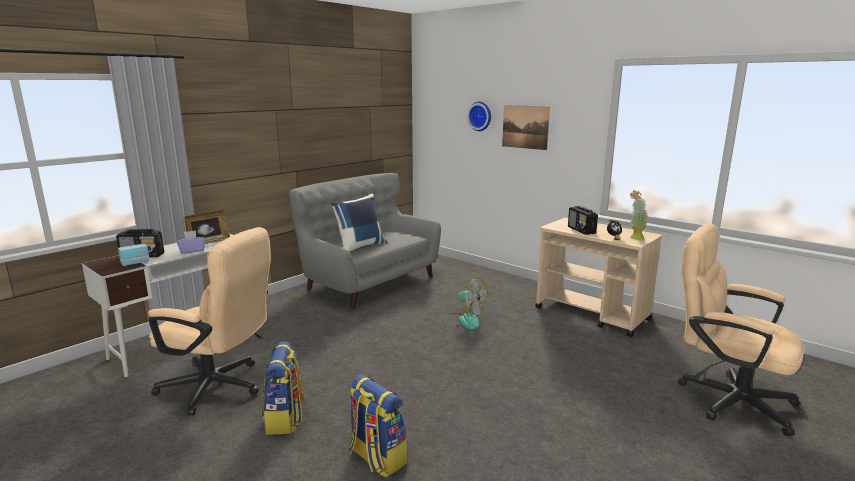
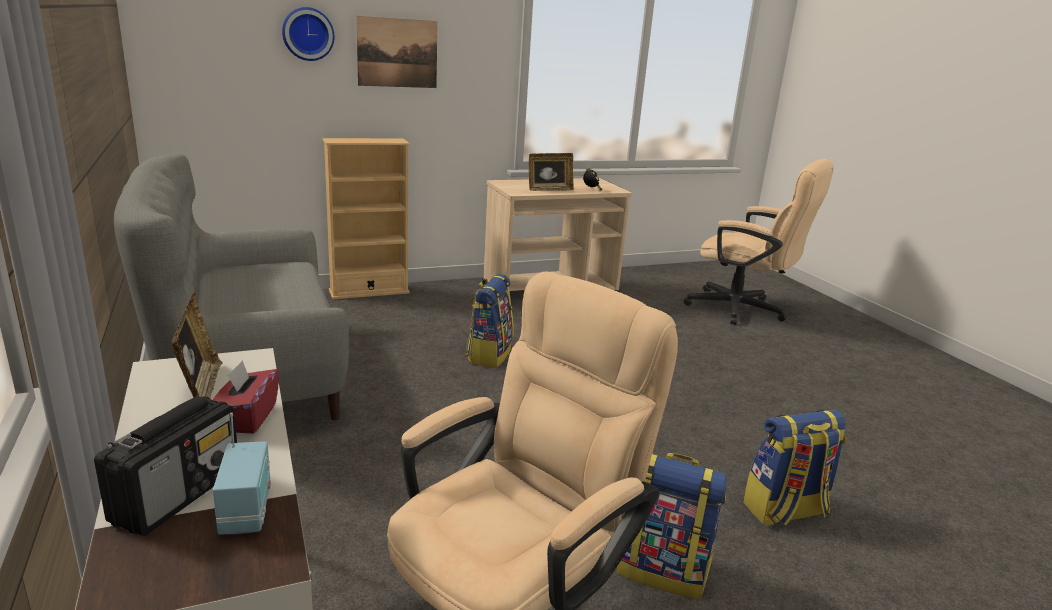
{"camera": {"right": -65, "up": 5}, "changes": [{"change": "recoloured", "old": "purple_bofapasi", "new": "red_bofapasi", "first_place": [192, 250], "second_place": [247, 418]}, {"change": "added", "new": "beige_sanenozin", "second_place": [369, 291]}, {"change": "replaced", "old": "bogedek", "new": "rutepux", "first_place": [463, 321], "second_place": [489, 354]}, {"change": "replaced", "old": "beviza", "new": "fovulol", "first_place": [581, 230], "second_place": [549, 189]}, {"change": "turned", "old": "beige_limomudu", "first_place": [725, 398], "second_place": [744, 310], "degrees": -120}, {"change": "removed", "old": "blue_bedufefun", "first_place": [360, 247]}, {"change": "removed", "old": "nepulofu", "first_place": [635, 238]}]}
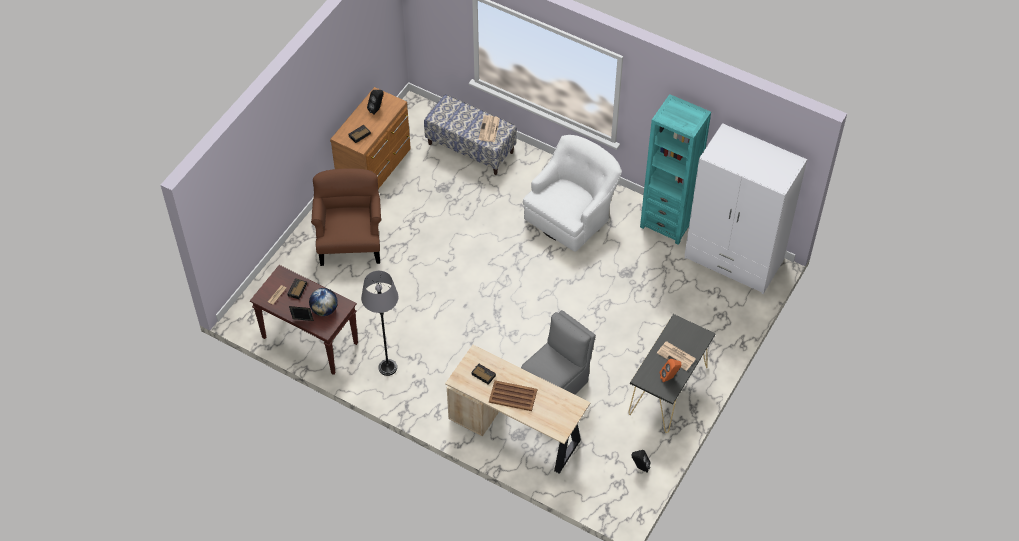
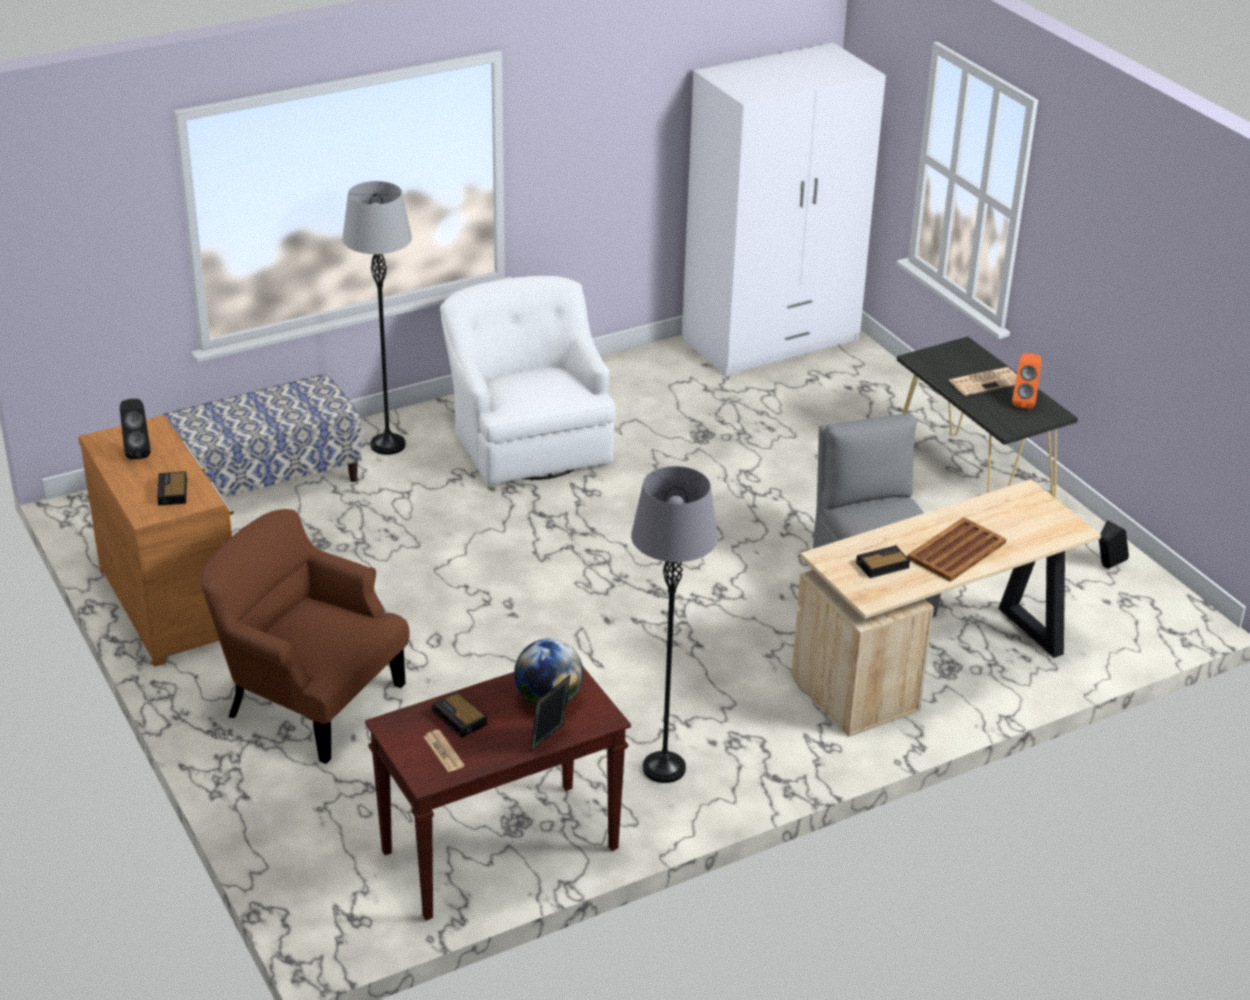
{"camera": {"right": -60, "up": -20}, "changes": [{"change": "added", "new": "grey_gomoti", "second_place": [388, 445]}, {"change": "removed", "old": "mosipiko", "first_place": [489, 129]}, {"change": "removed", "old": "turquoise_sanenozin", "first_place": [667, 223]}]}
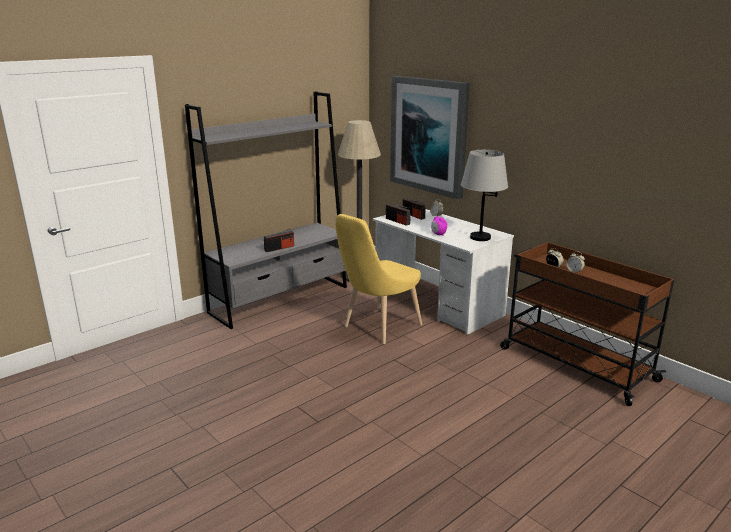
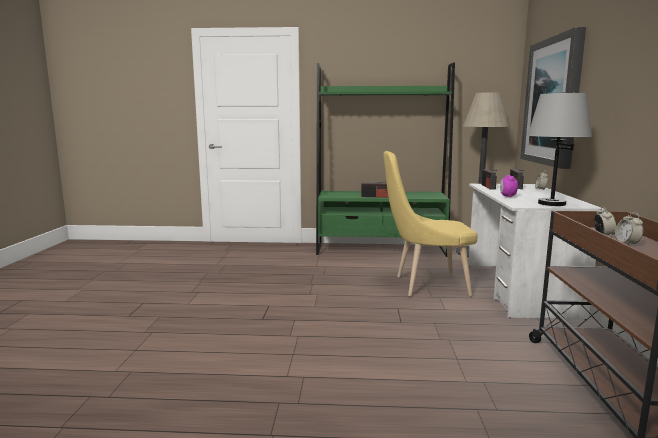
{"camera": {"right": 45, "up": -10}, "changes": [{"change": "recoloured", "old": "grey_sanenozin", "new": "green_sanenozin", "first_place": [280, 299], "second_place": [381, 250]}]}
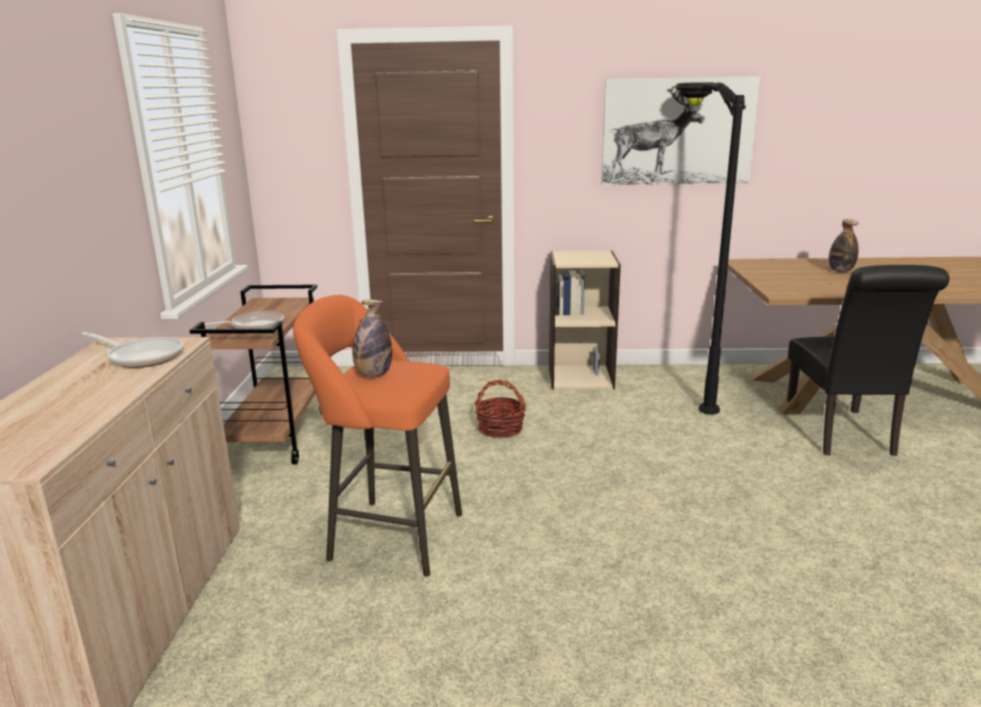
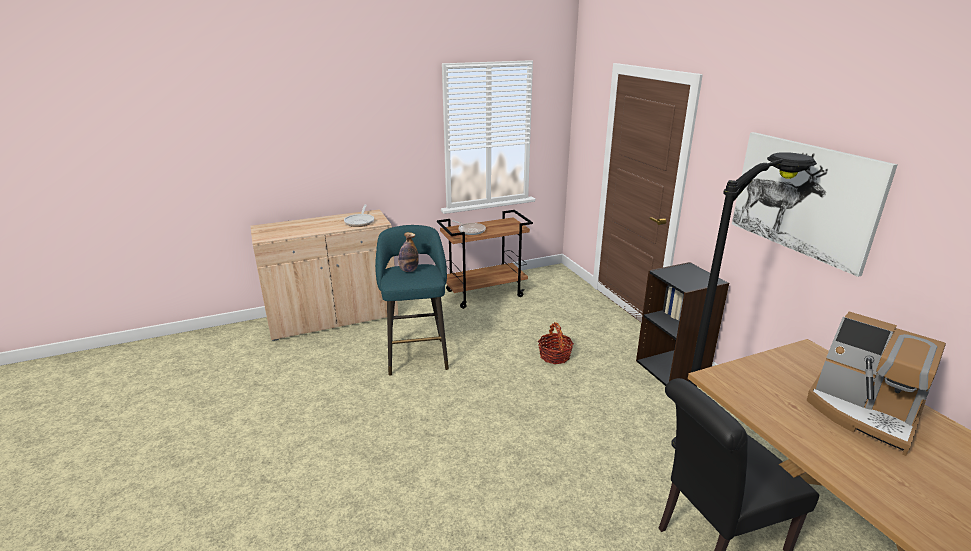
{"camera": {"right": 65, "up": 5}, "changes": [{"change": "recoloured", "old": "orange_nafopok", "new": "turquoise_nafopok", "first_place": [389, 535], "second_place": [416, 354]}, {"change": "recoloured", "old": "beige_sanenozin", "new": "black_sanenozin", "first_place": [580, 377], "second_place": [672, 368]}, {"change": "replaced", "old": "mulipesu", "new": "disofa", "first_place": [840, 271], "second_place": [862, 412]}]}
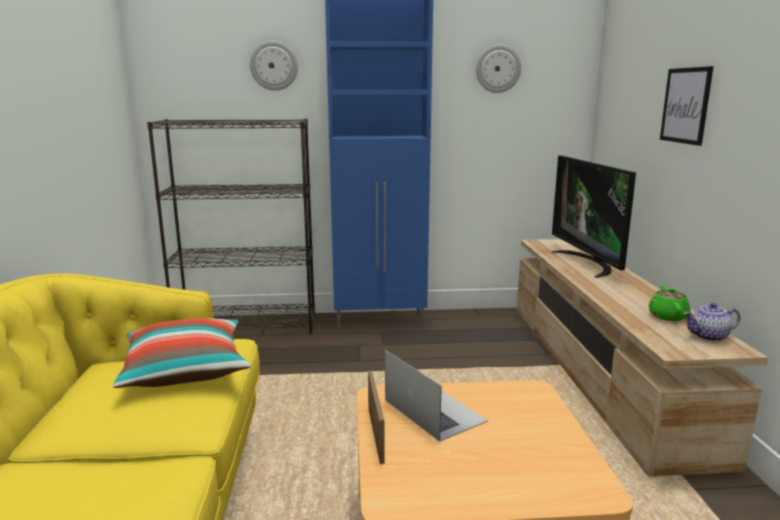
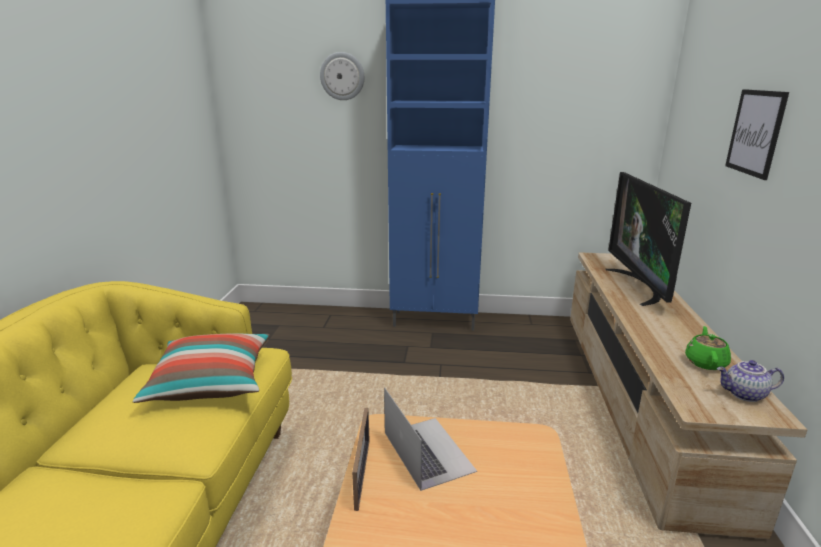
{"camera": {"right": 10, "up": 5}, "changes": [{"change": "removed", "old": "black_sanenozin", "first_place": [248, 325]}, {"change": "removed", "old": "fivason", "first_place": [498, 69]}]}
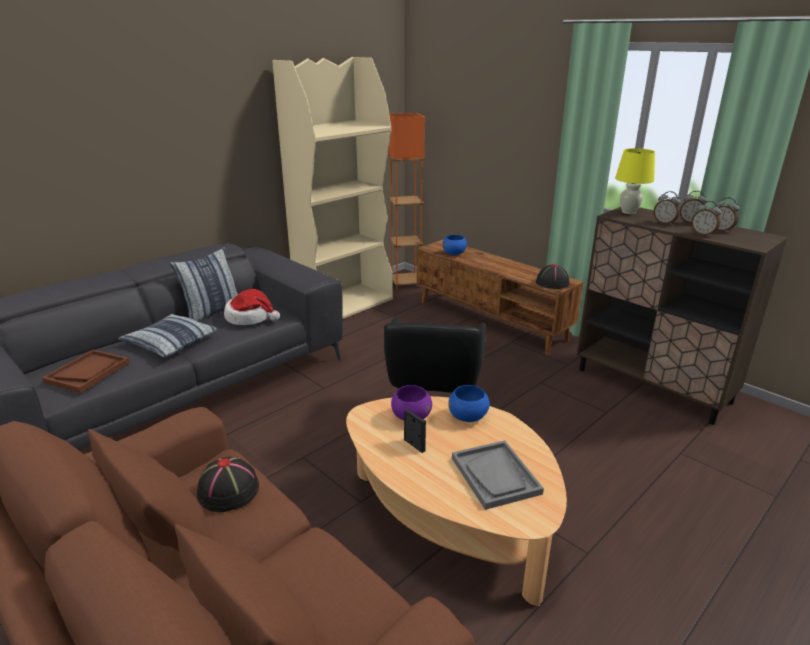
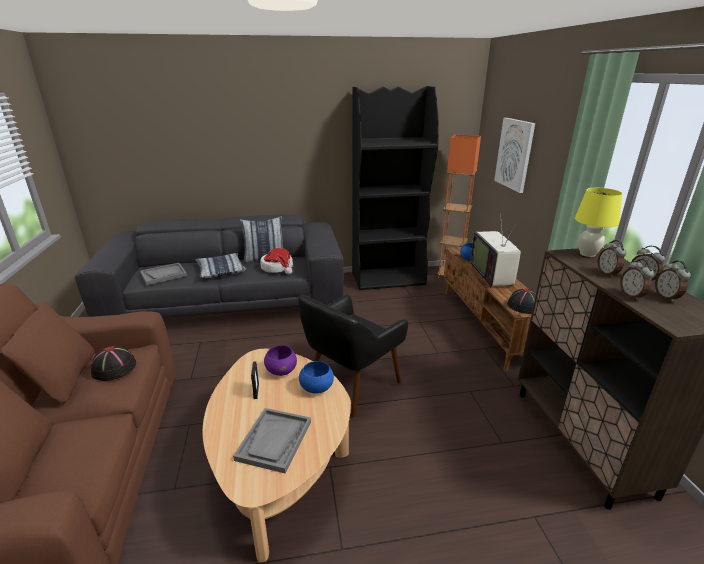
{"camera": {"right": 35, "up": 0}, "changes": [{"change": "recoloured", "old": "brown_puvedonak", "new": "grey_puvedonak", "first_place": [87, 372], "second_place": [164, 275]}, {"change": "recoloured", "old": "beige_sanenozin", "new": "black_sanenozin", "first_place": [345, 304], "second_place": [388, 278]}, {"change": "added", "new": "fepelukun", "second_place": [493, 275]}, {"change": "added", "new": "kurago", "second_place": [514, 154]}]}
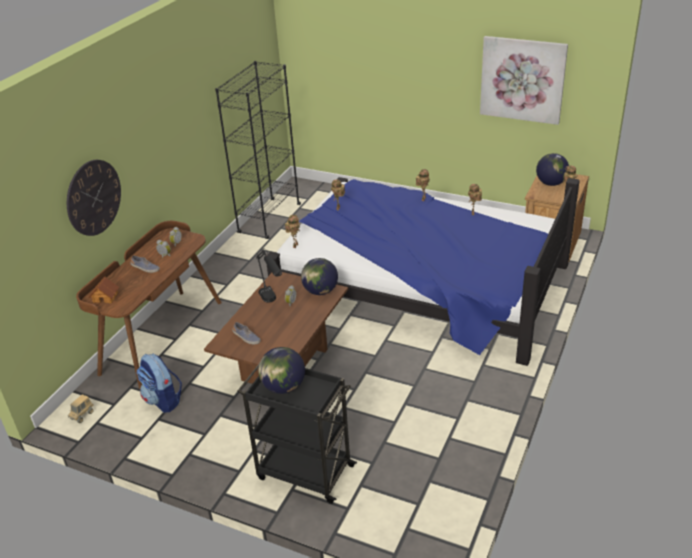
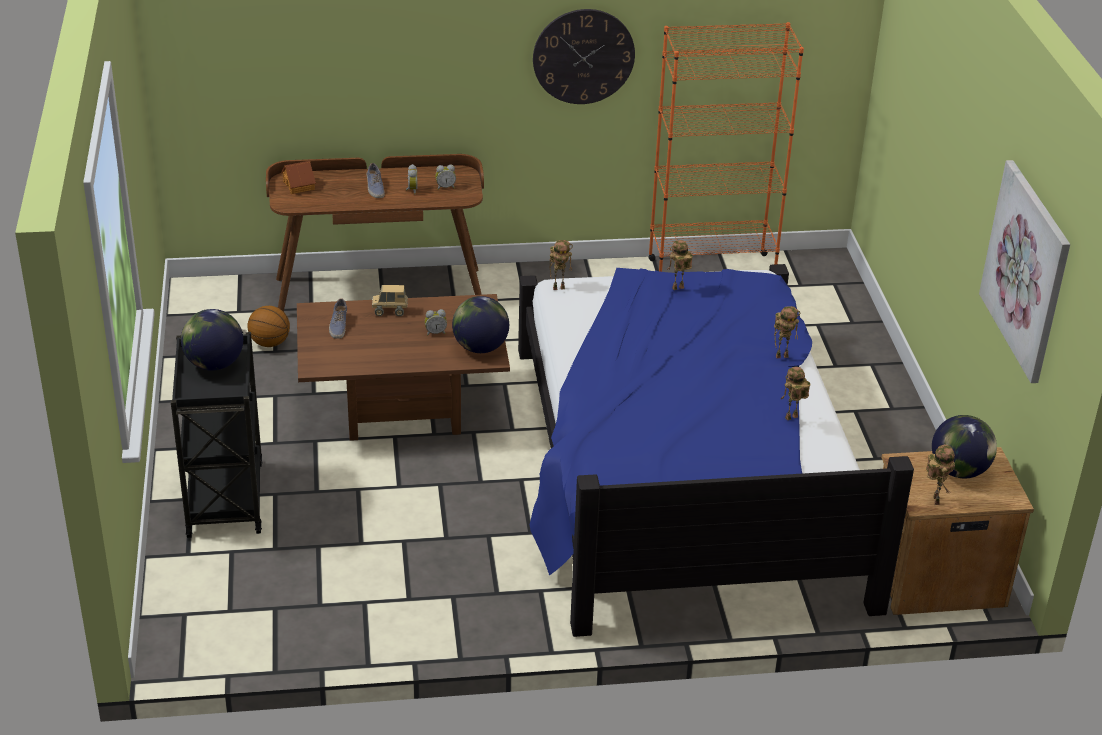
{"camera": {"right": 55, "up": 0}, "changes": [{"change": "replaced", "old": "rutepux", "new": "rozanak", "first_place": [163, 400], "second_place": [270, 343]}, {"change": "moved", "old": "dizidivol", "first_place": [82, 415], "second_place": [390, 311]}, {"change": "moved", "old": "fivason", "first_place": [93, 197], "second_place": [583, 56]}, {"change": "recoloured", "old": "black_sanenozin", "new": "orange_sanenozin", "first_place": [269, 218], "second_place": [711, 271]}, {"change": "removed", "old": "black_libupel", "first_place": [272, 303]}]}
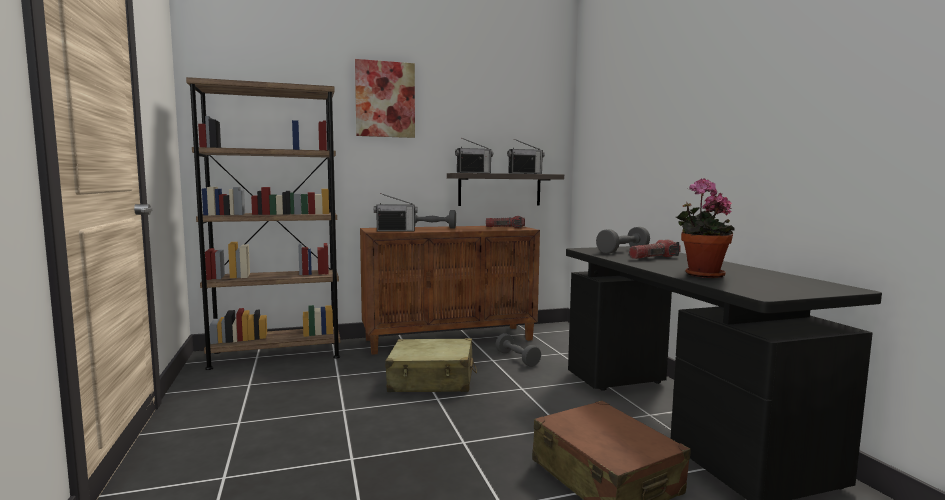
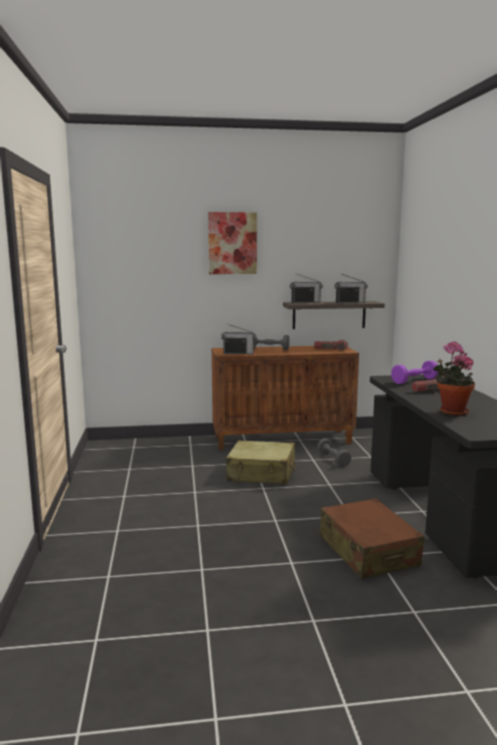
{"camera": {"right": 10, "up": 5}, "changes": [{"change": "recoloured", "old": "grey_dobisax", "new": "purple_dobisax", "first_place": [623, 251], "second_place": [414, 381]}, {"change": "removed", "old": "brown_sanenozin", "first_place": [276, 355]}]}
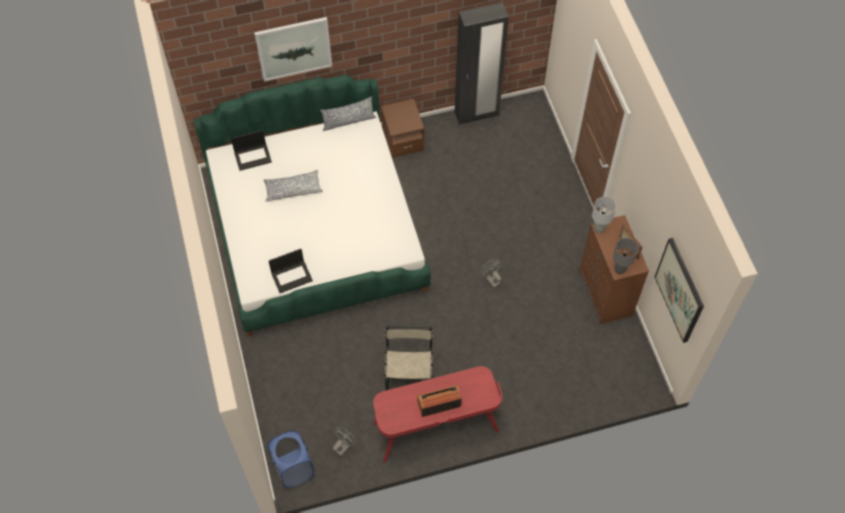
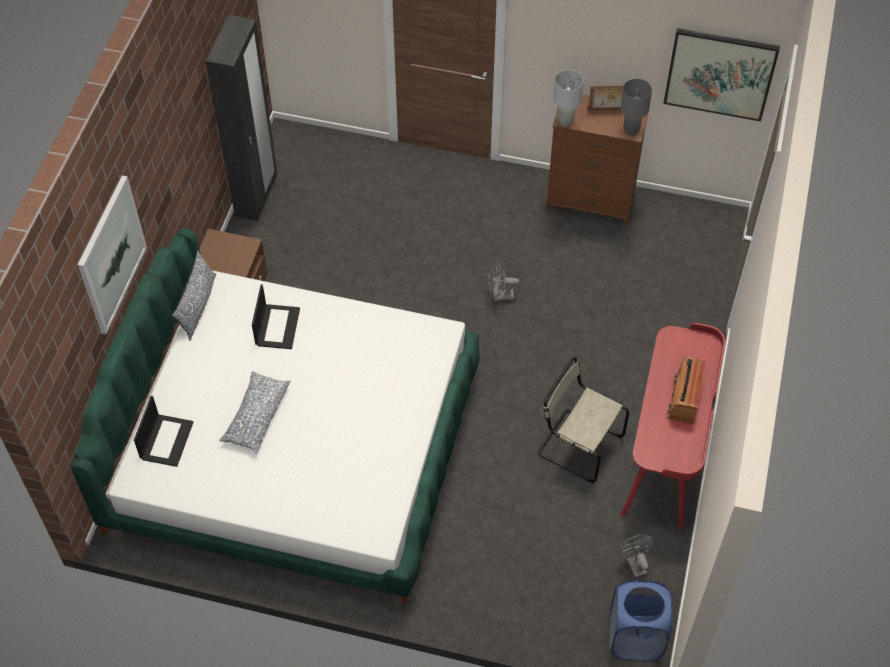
{"camera": {"right": -60, "up": -5}, "changes": [{"change": "moved", "old": "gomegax", "first_place": [292, 276], "second_place": [277, 326]}]}
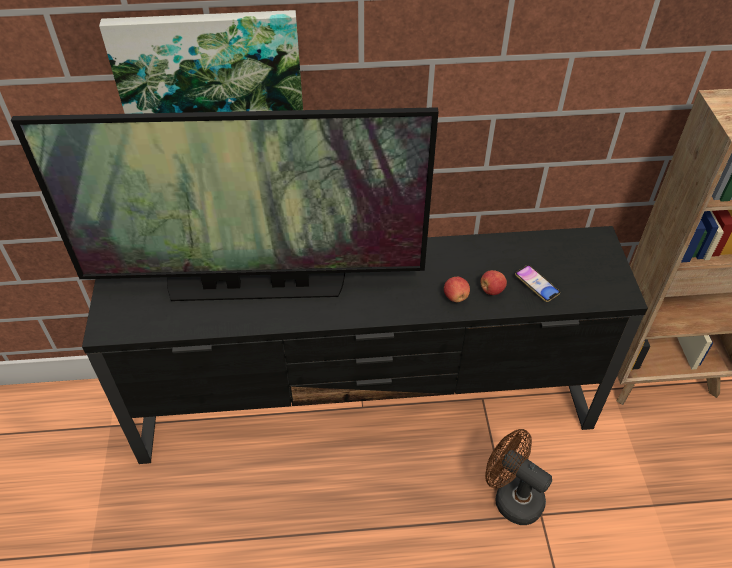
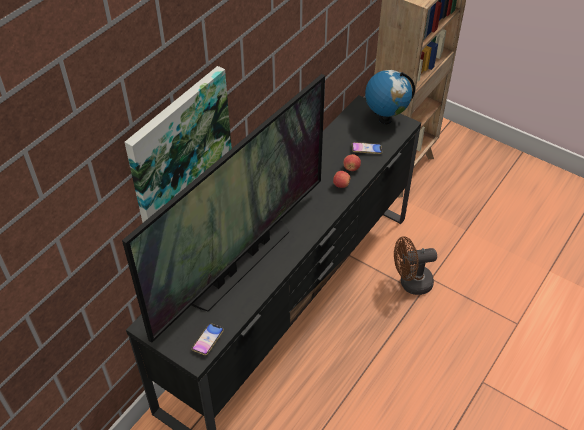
{"camera": {"right": -50, "up": 0}, "changes": [{"change": "added", "new": "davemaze", "second_place": [208, 340]}, {"change": "added", "new": "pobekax", "second_place": [385, 119]}]}
